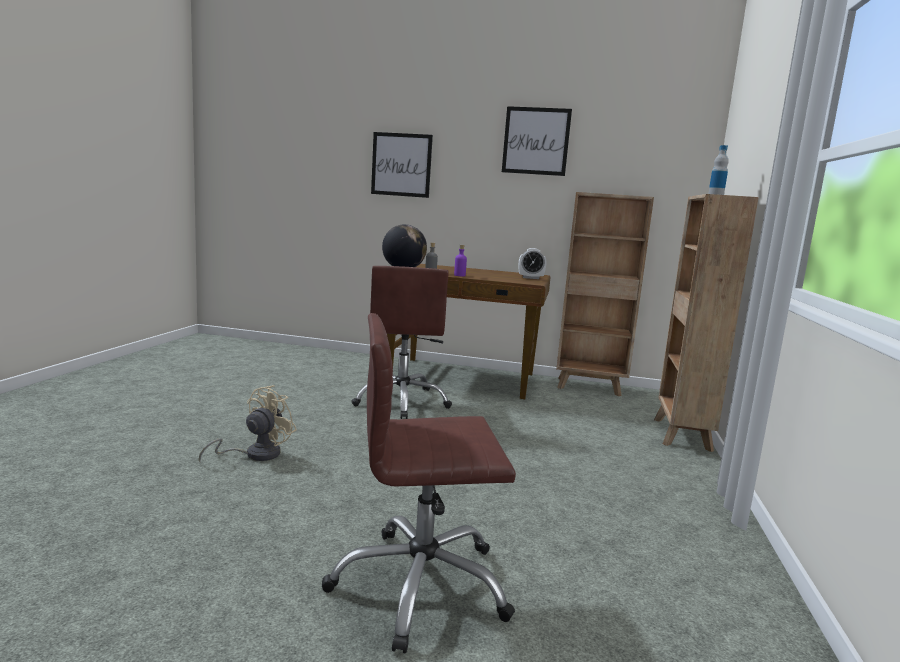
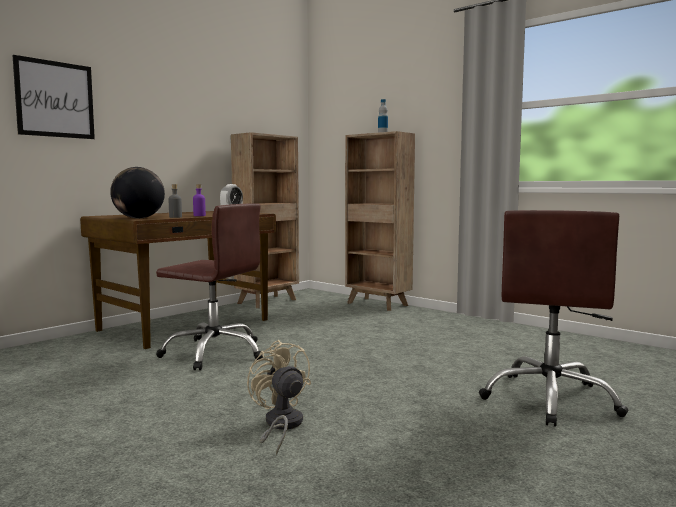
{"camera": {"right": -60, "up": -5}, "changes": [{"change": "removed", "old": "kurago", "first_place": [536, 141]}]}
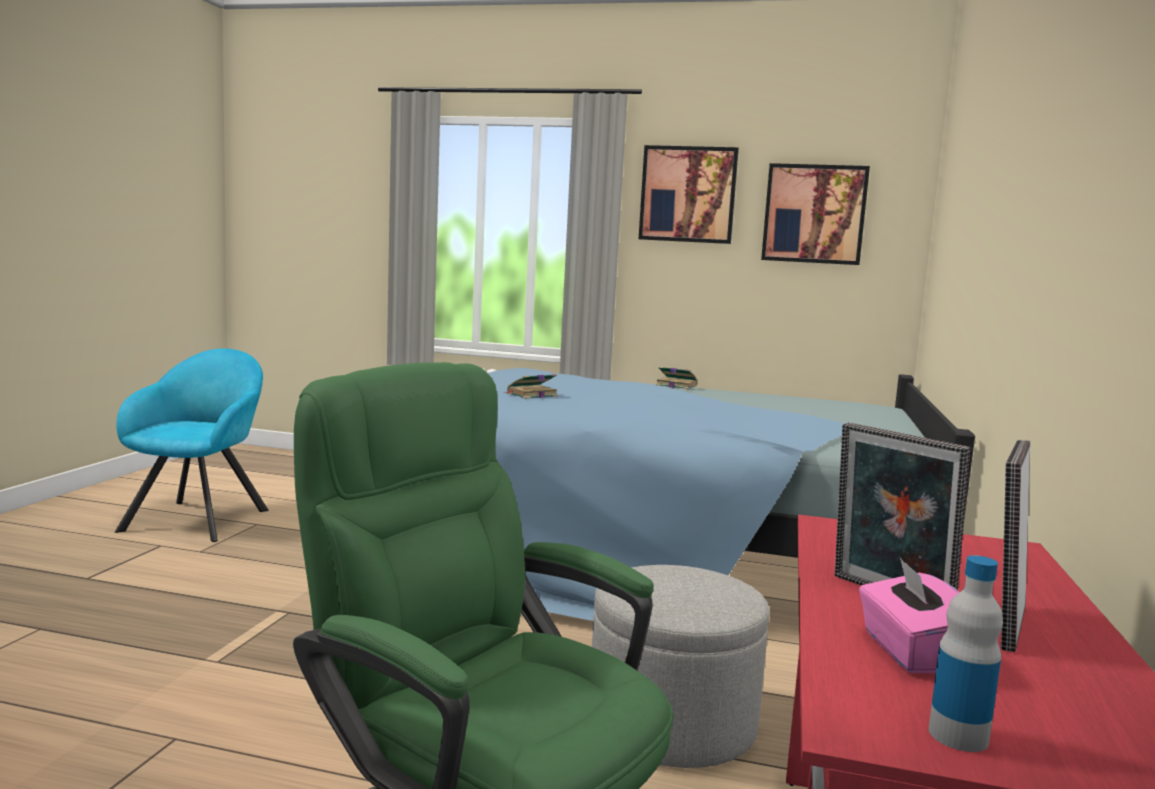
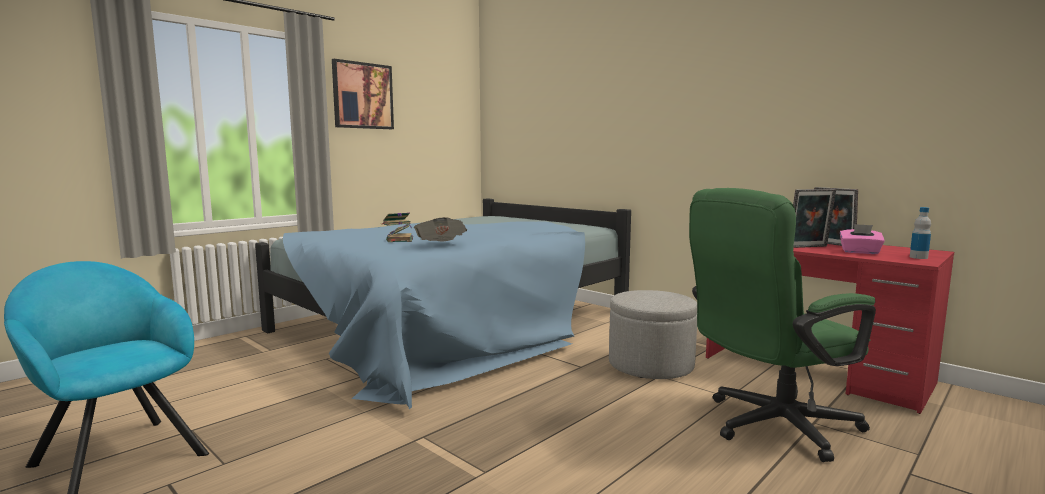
{"camera": {"right": -60, "up": 0}, "changes": [{"change": "added", "new": "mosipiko", "second_place": [441, 245]}, {"change": "removed", "old": "kurago", "first_place": [814, 214]}]}
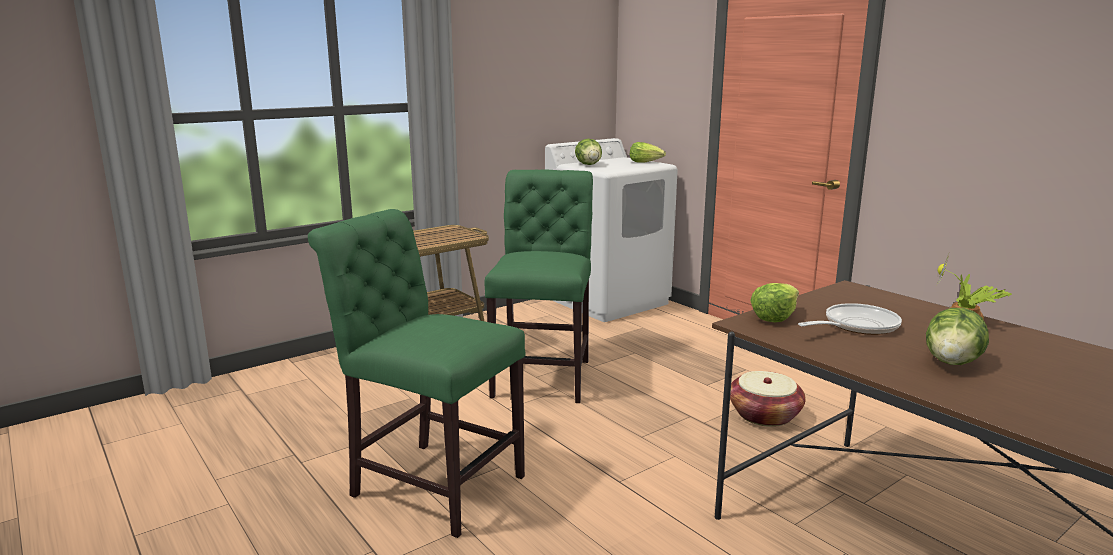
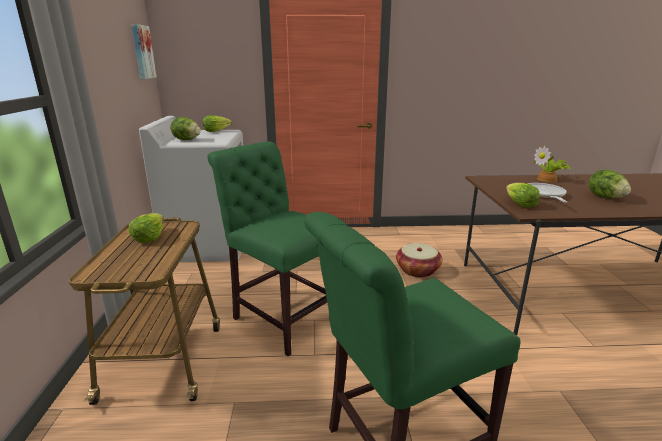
{"camera": {"right": -55, "up": 5}, "changes": [{"change": "added", "new": "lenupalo", "second_place": [149, 237]}, {"change": "added", "new": "kurago", "second_place": [142, 52]}]}
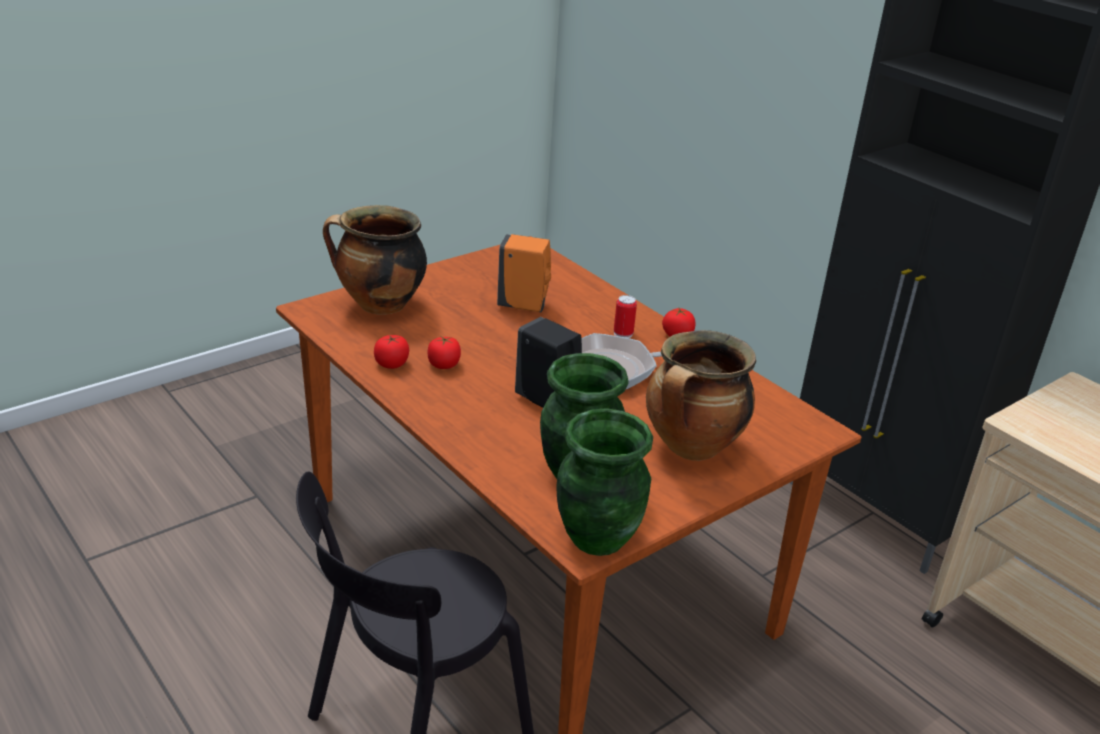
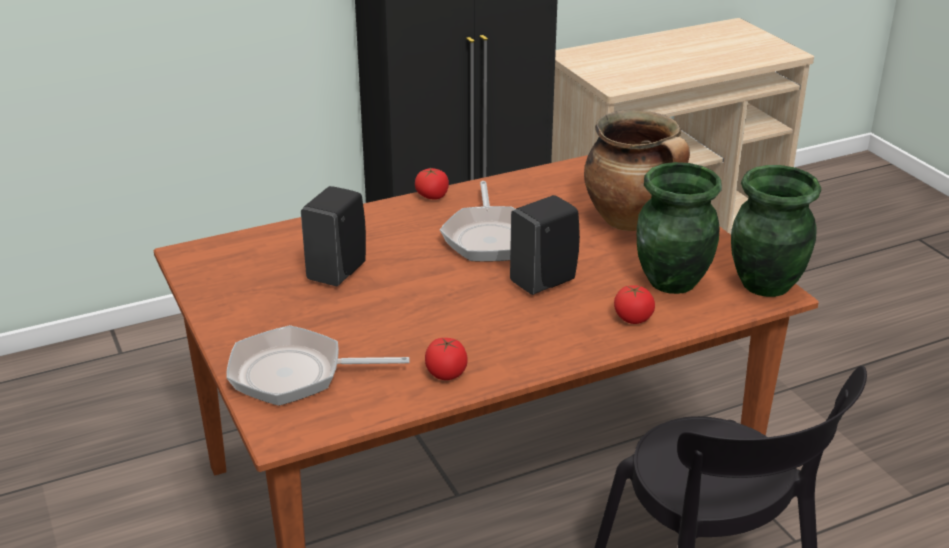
{"camera": {"right": -75, "up": 0}, "changes": [{"change": "replaced", "old": "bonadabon", "new": "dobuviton", "first_place": [379, 305], "second_place": [295, 374]}, {"change": "recoloured", "old": "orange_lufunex", "new": "black_lufunex", "first_place": [524, 306], "second_place": [338, 272]}, {"change": "moved", "old": "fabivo", "first_place": [444, 365], "second_place": [633, 318]}, {"change": "removed", "old": "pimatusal", "first_place": [623, 333]}]}
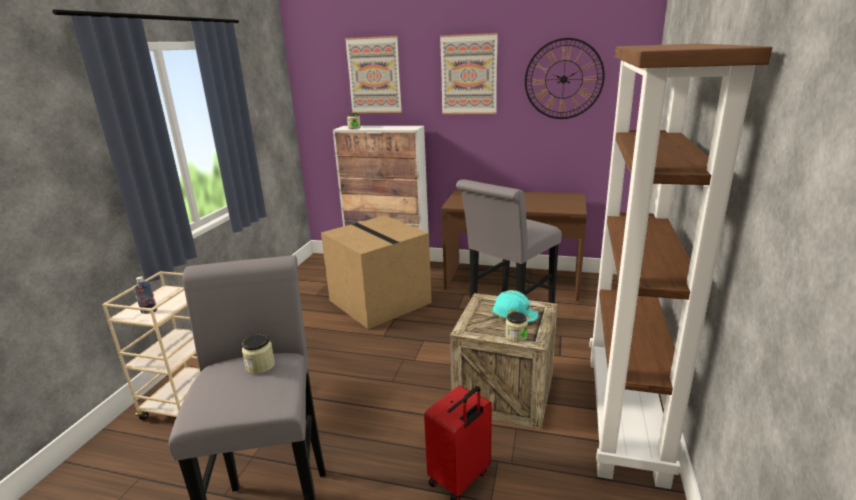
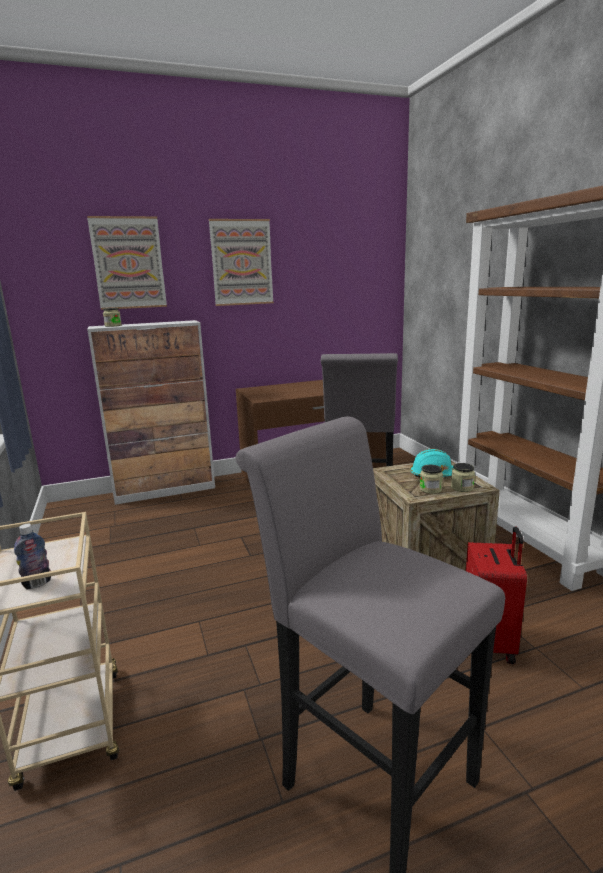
{"camera": {"right": -35, "up": -5}, "changes": [{"change": "moved", "old": "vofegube", "first_place": [260, 366], "second_place": [430, 489]}, {"change": "removed", "old": "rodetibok", "first_place": [381, 301]}, {"change": "removed", "old": "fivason", "first_place": [563, 79]}]}
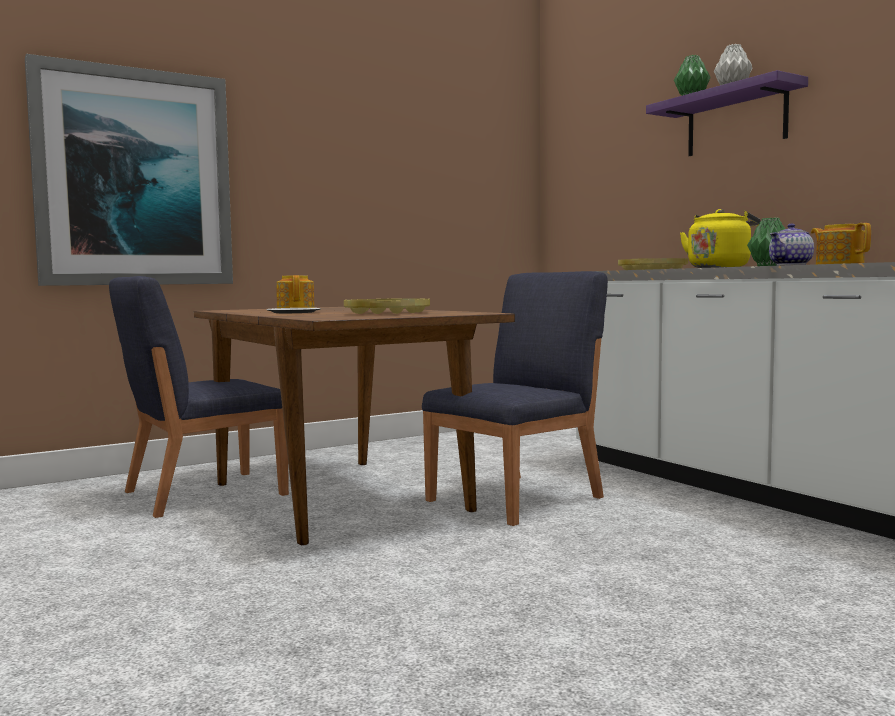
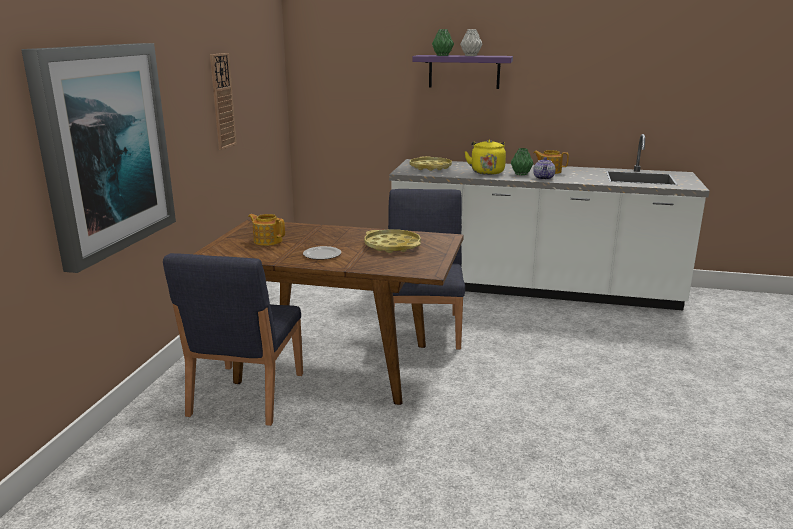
{"camera": {"right": -45, "up": 15}, "changes": [{"change": "added", "new": "fivason", "second_place": [222, 101]}]}
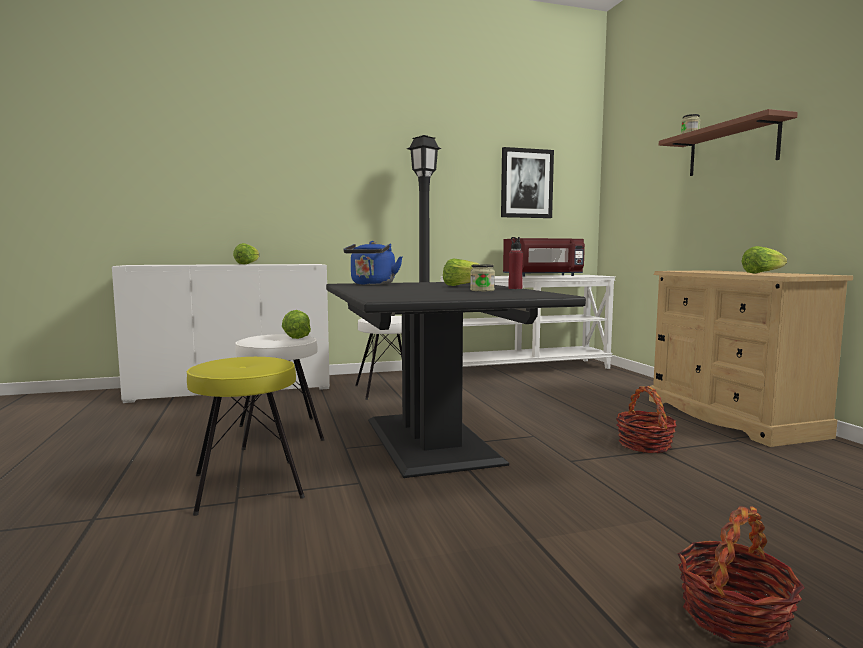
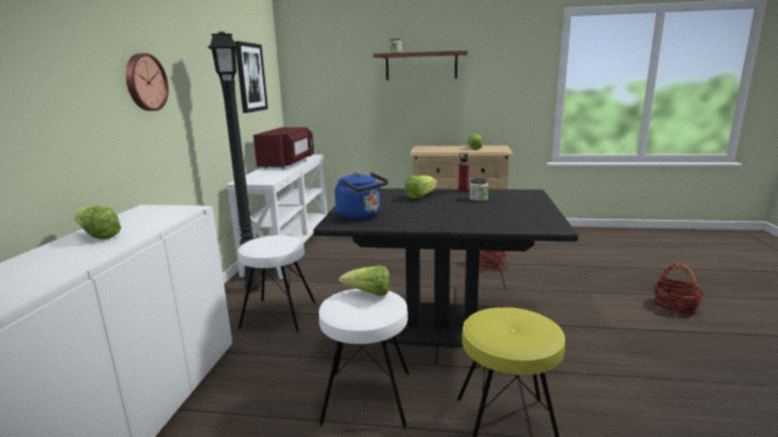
{"camera": {"right": -65, "up": 10}, "changes": [{"change": "added", "new": "fivason", "second_place": [145, 82]}]}
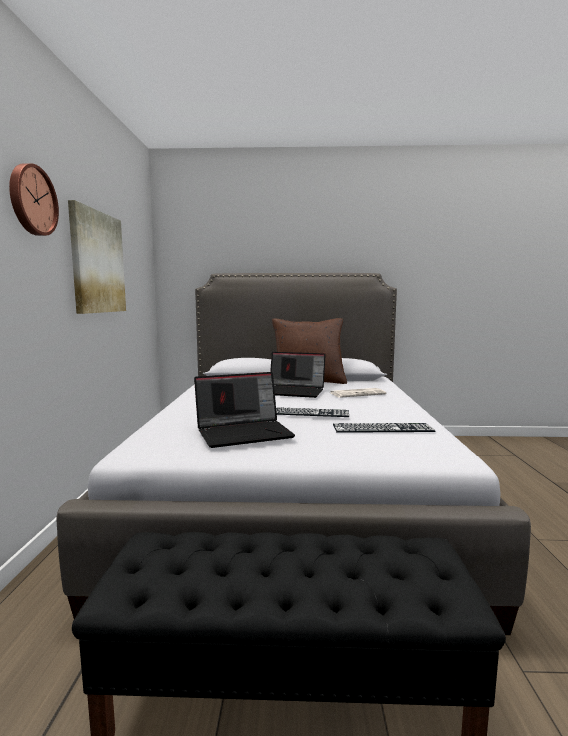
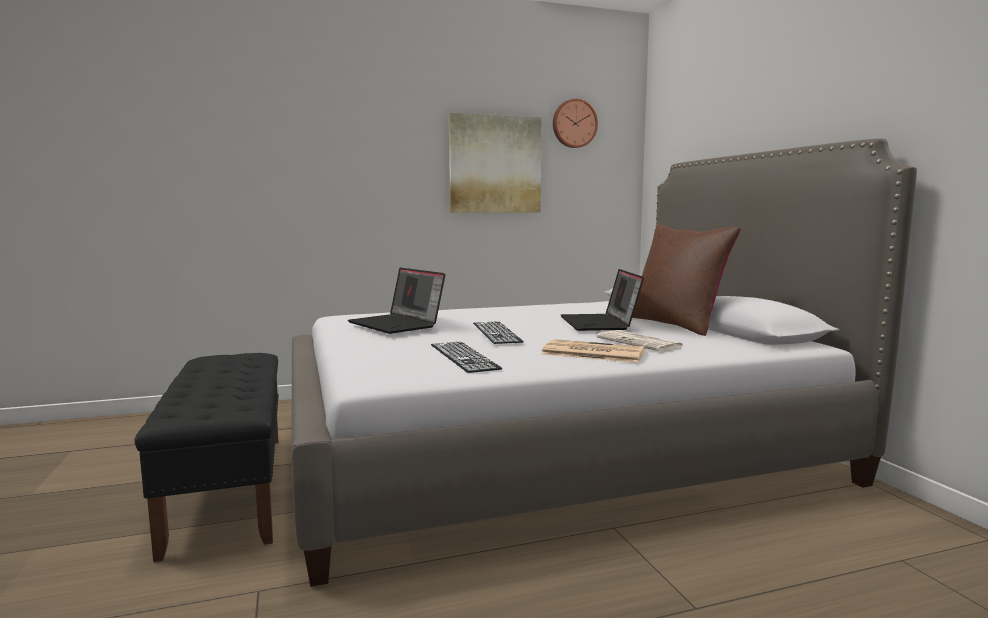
{"camera": {"right": 70, "up": 0}, "changes": [{"change": "added", "new": "mosipiko", "second_place": [591, 353]}, {"change": "moved", "old": "fivason", "first_place": [31, 200], "second_place": [574, 124]}]}
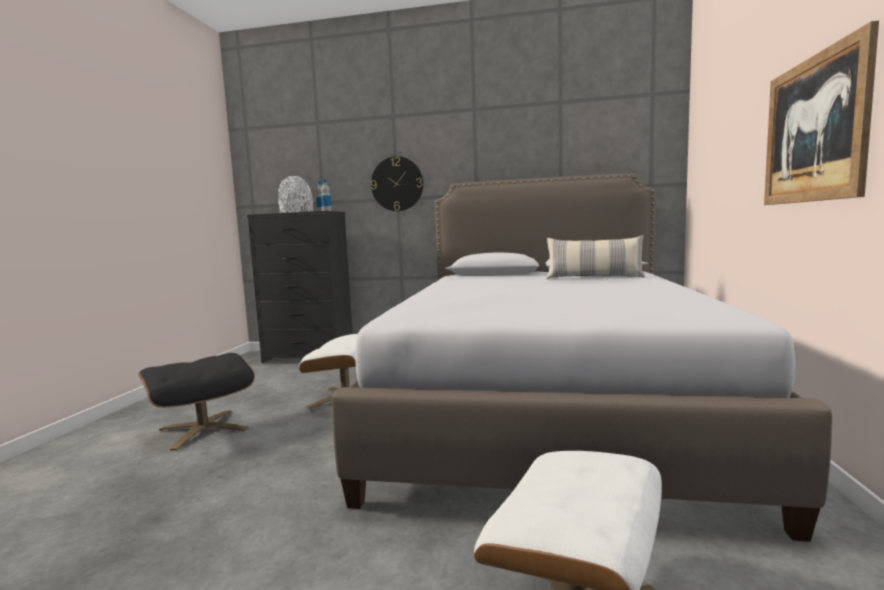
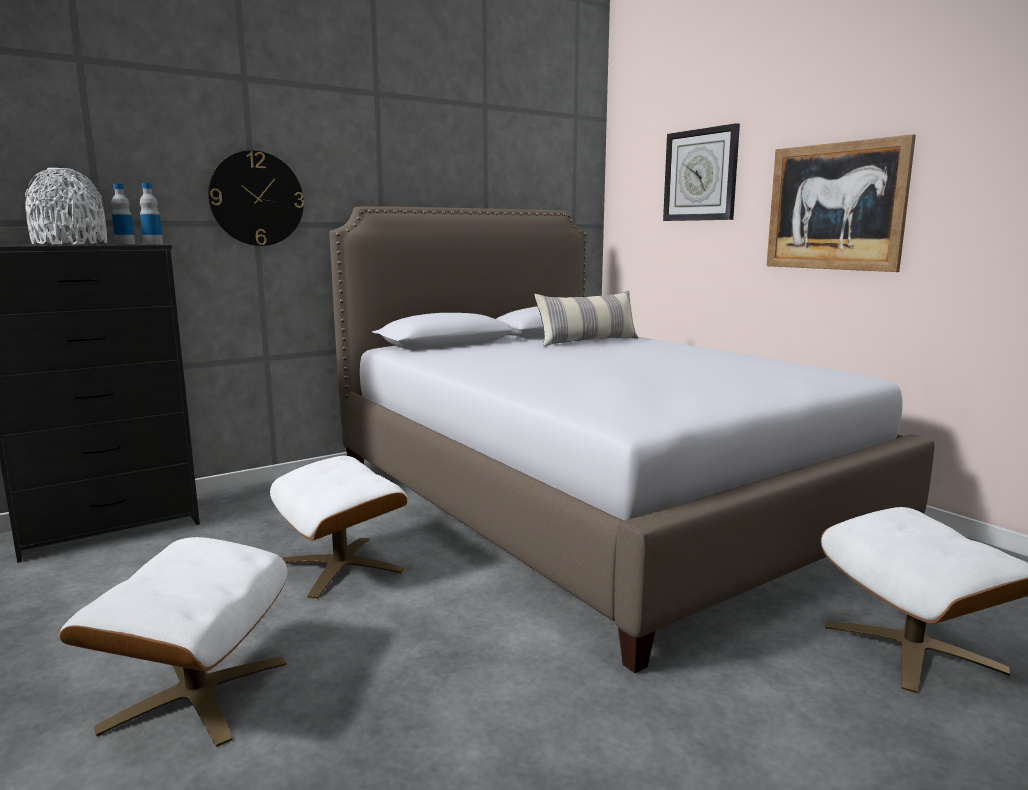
{"camera": {"right": -45, "up": 5}, "changes": [{"change": "recoloured", "old": "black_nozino", "new": "white_nozino", "first_place": [203, 429], "second_place": [196, 694]}, {"change": "added", "new": "fivason", "second_place": [700, 175]}]}
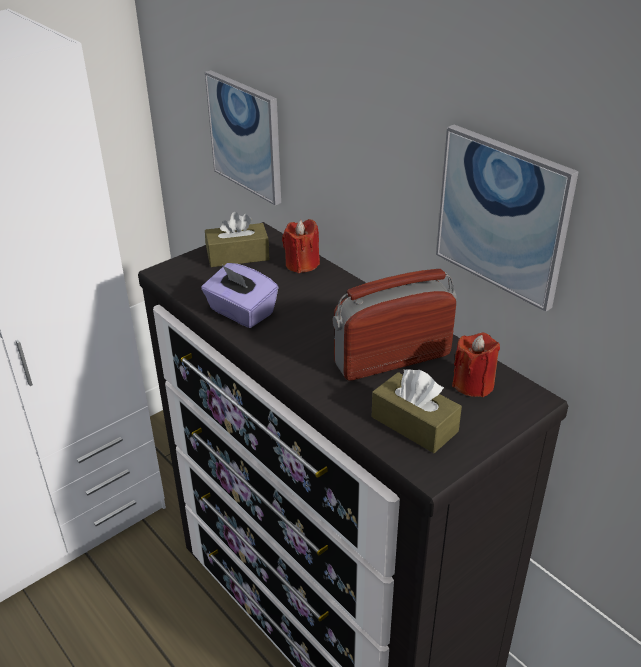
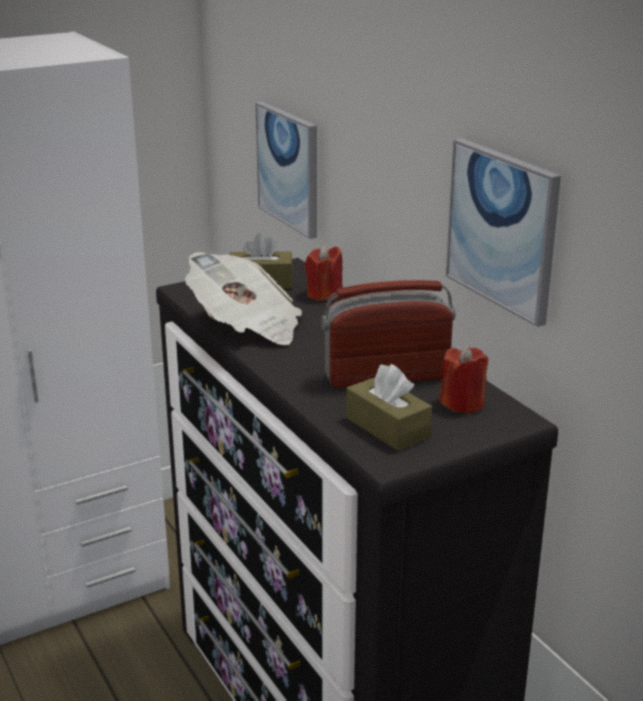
{"camera": {"right": 10, "up": -10}, "changes": [{"change": "replaced", "old": "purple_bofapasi", "new": "mosipiko", "first_place": [241, 312], "second_place": [246, 327]}]}
